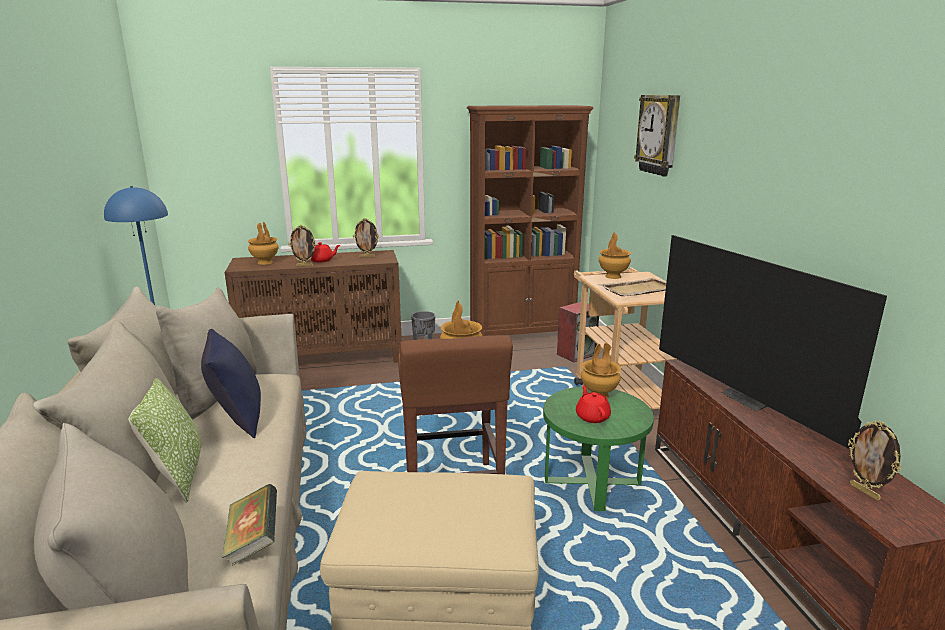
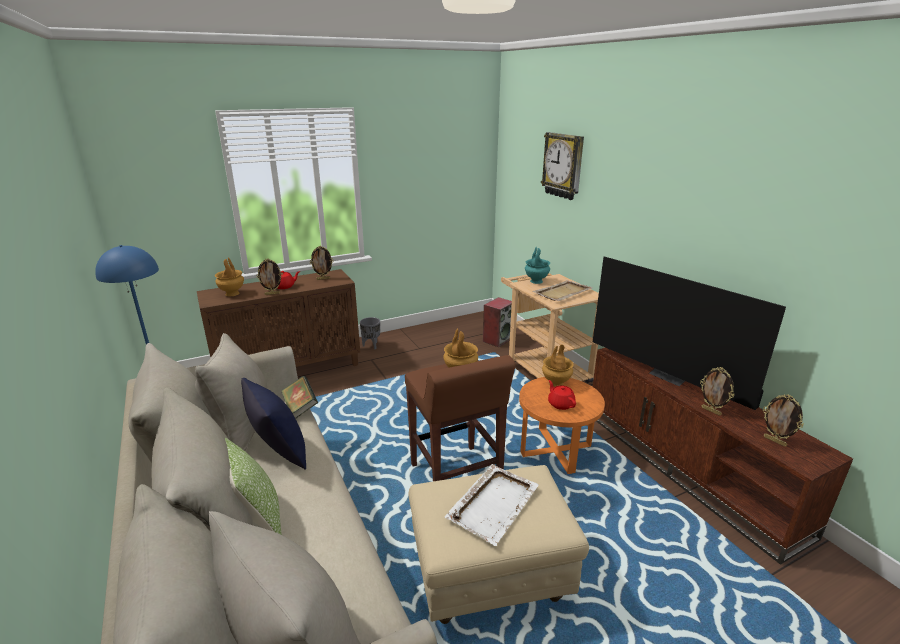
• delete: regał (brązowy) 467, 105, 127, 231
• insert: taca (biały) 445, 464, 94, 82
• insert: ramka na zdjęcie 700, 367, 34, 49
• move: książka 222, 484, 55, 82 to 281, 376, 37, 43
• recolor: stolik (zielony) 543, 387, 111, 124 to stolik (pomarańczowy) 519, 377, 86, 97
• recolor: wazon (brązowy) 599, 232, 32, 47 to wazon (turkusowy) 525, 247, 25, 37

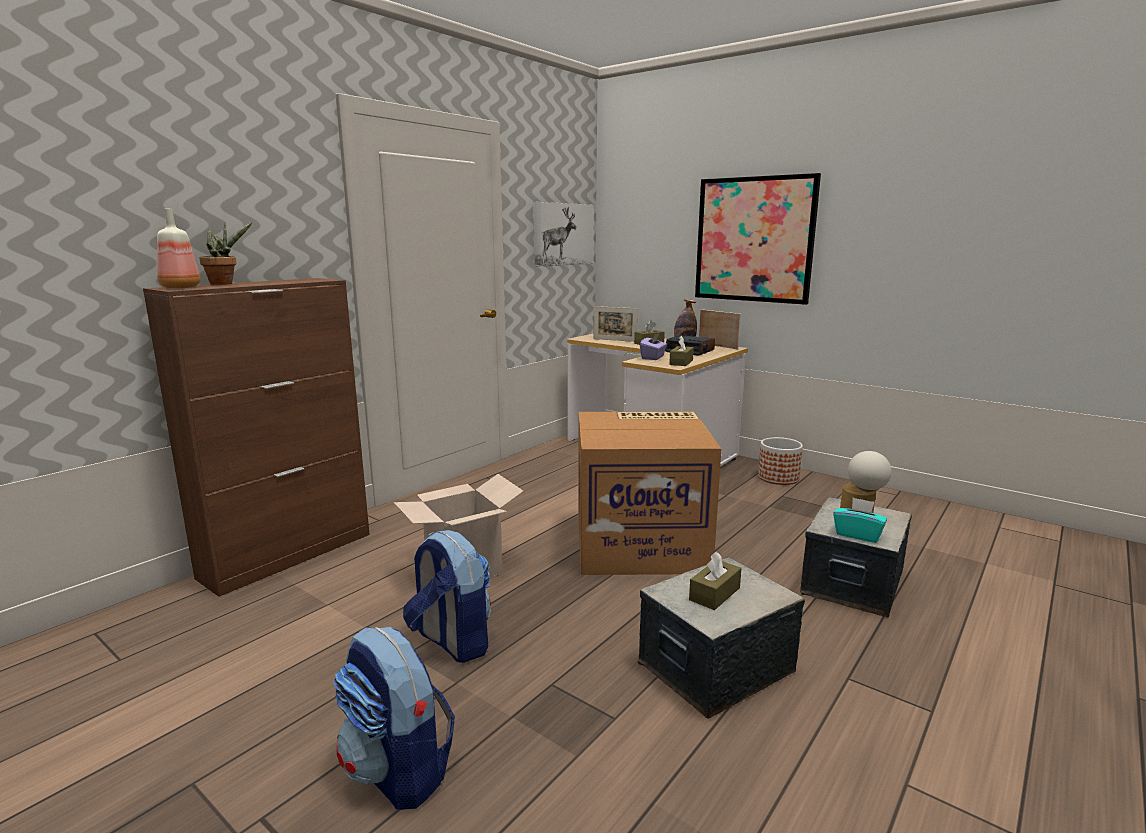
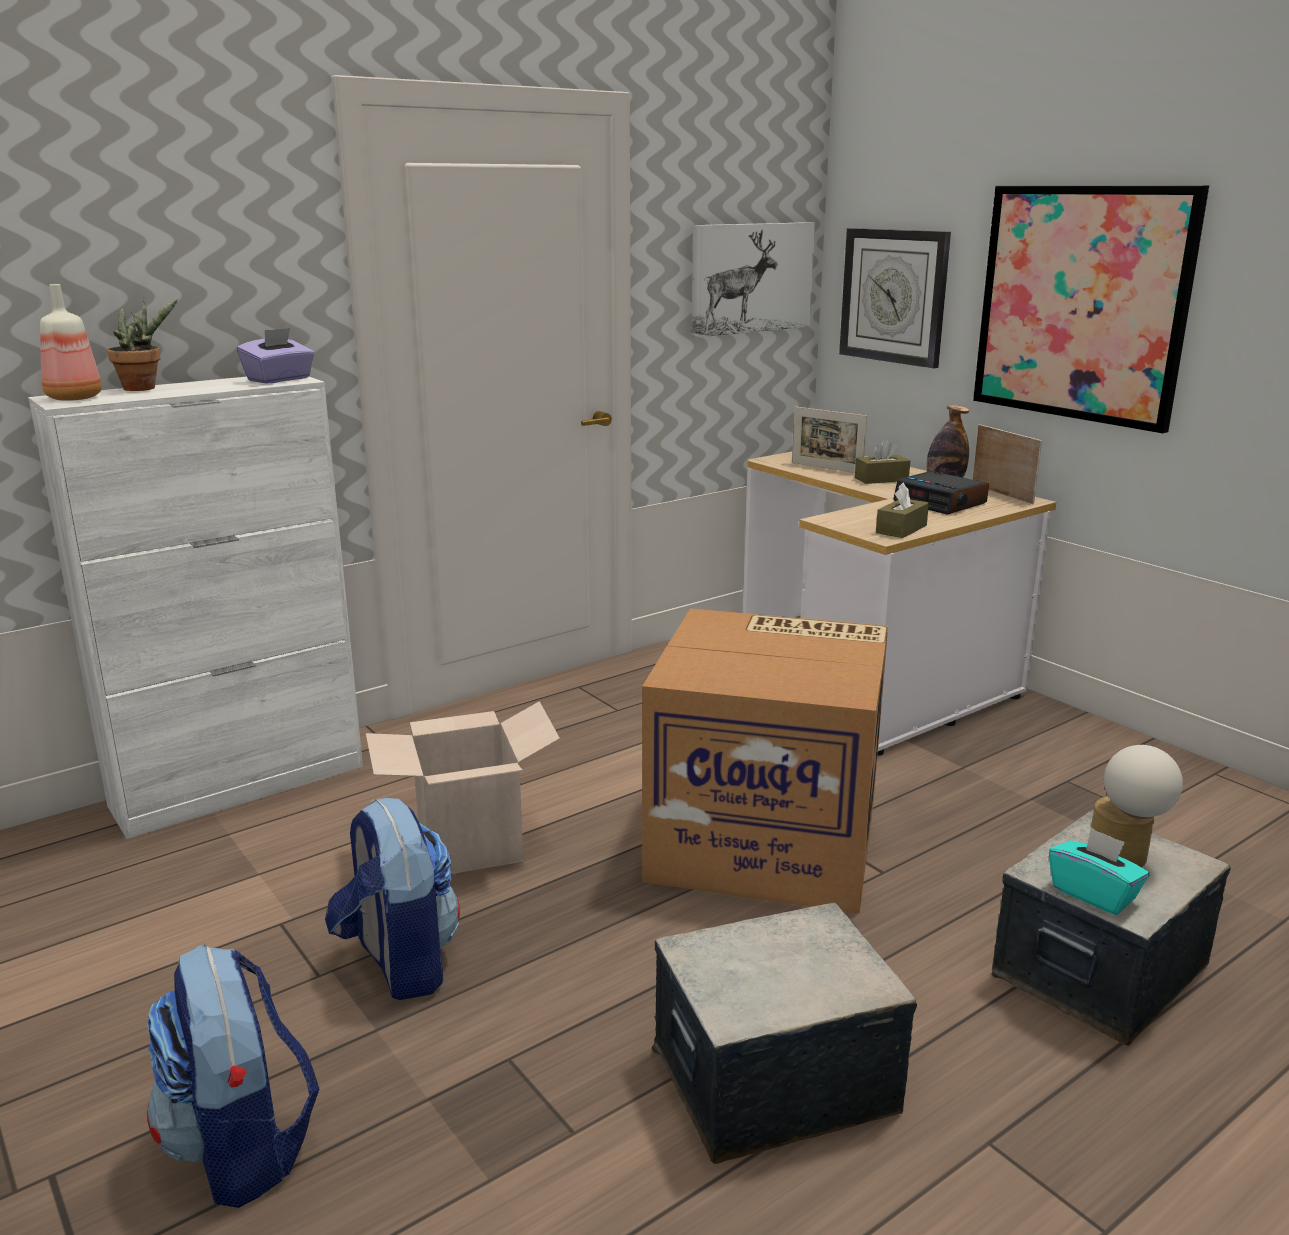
• delete: pudełko chusteczek (brązowy) 689, 552, 53, 58
• delete: donica 758, 437, 45, 48
• insert: zegar ścienny 839, 228, 112, 140
• move: pudełko chusteczek (fioletowy) 640, 333, 27, 27 to 237, 328, 78, 55
• recolor: szafka (brązowy) 143, 278, 227, 319 to szafka (biały) 28, 377, 335, 462

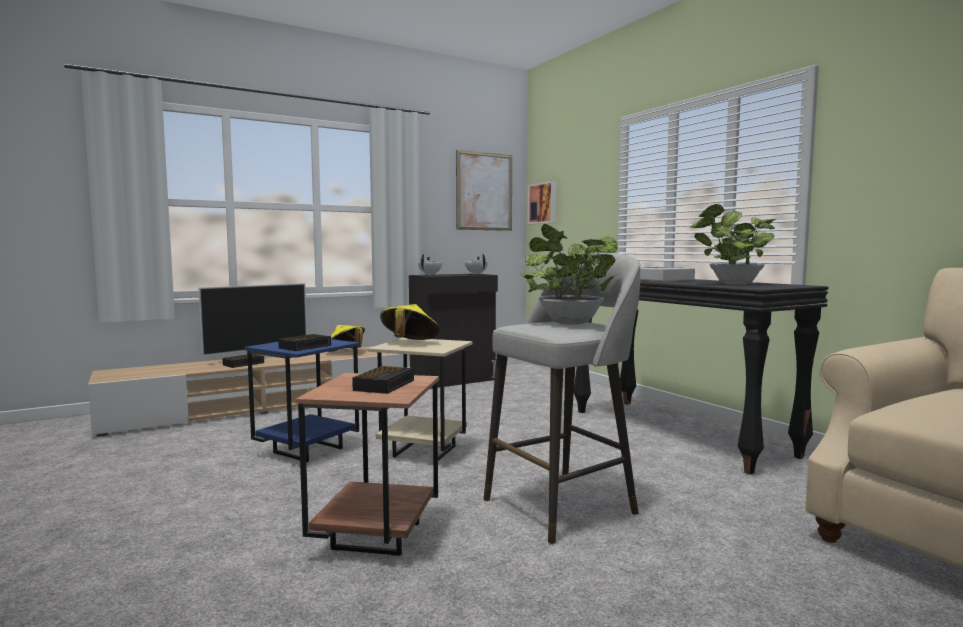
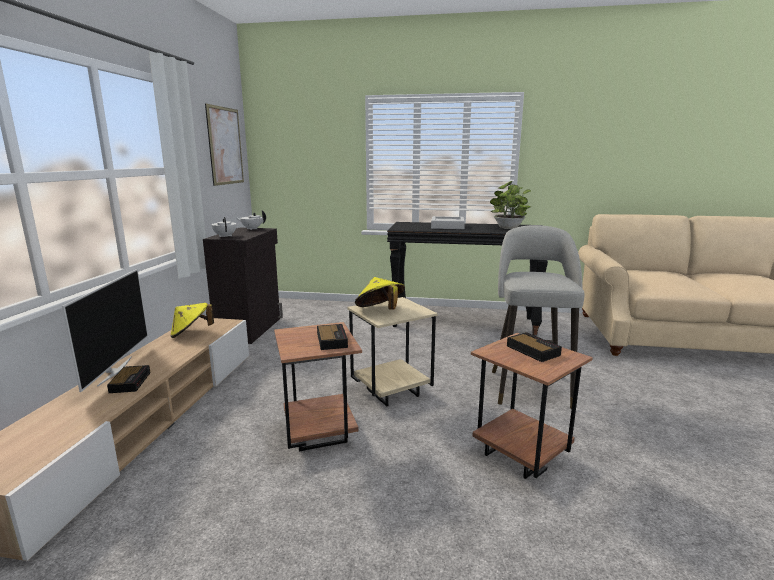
• delete: roślina doniczkowa 519, 224, 101, 101
• delete: obraz 528, 181, 28, 43
• recolor: stolik (niebieski) 245, 339, 114, 123 to stolik (brązowy) 274, 322, 88, 129

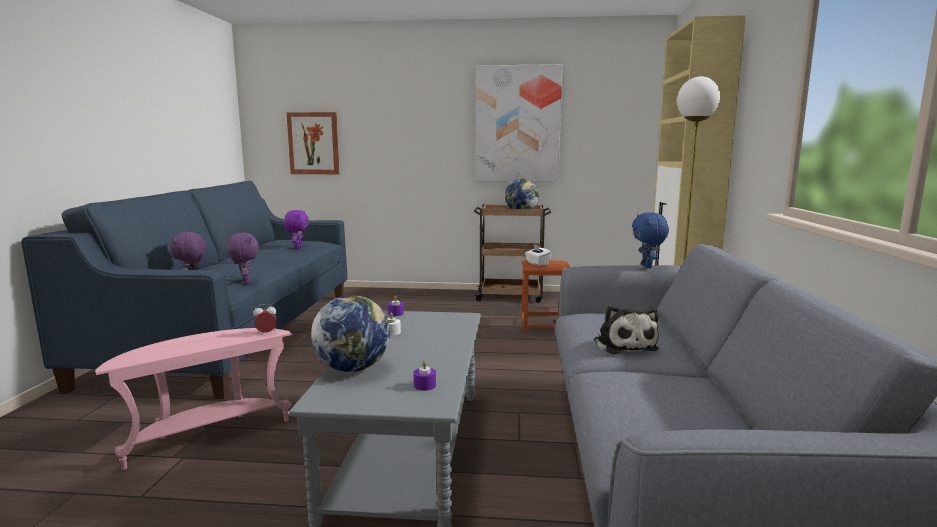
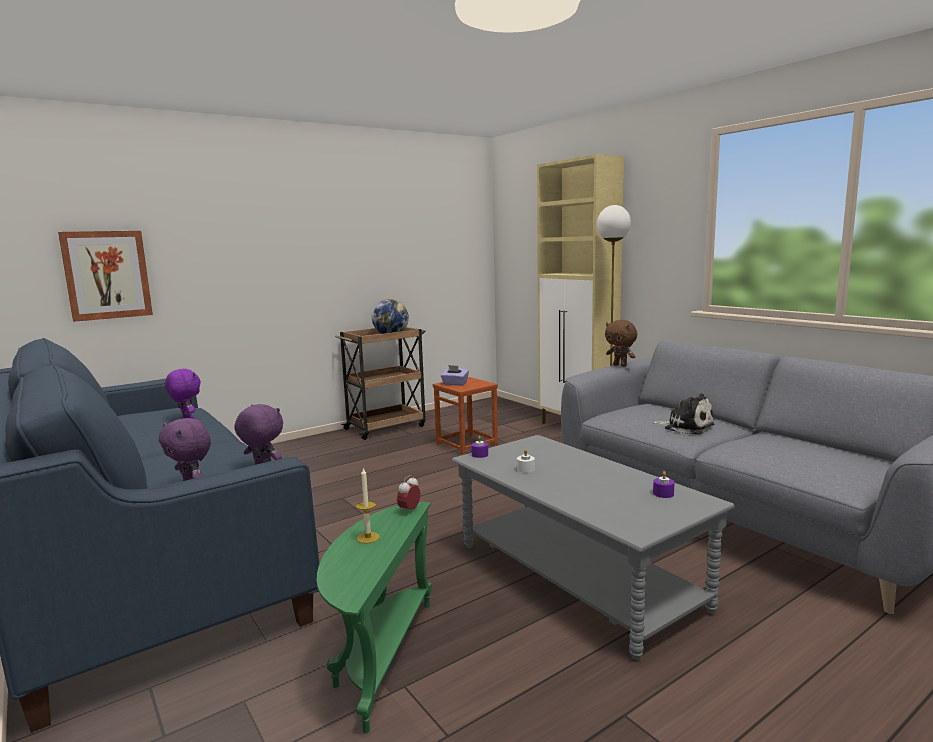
• delete: globus 311, 295, 79, 77
• delete: obraz 476, 64, 86, 118
• insert: świeca 356, 467, 24, 76
• recolor: stolik (różowy) 95, 328, 197, 142 to stolik (zielony) 317, 502, 115, 232
• recolor: pudełko chusteczek (biały) 525, 244, 26, 22 to pudełko chusteczek (fioletowy) 440, 365, 29, 21
• recolor: pluszak (niebieski) 632, 212, 37, 56 to pluszak (brązowy) 605, 320, 32, 47

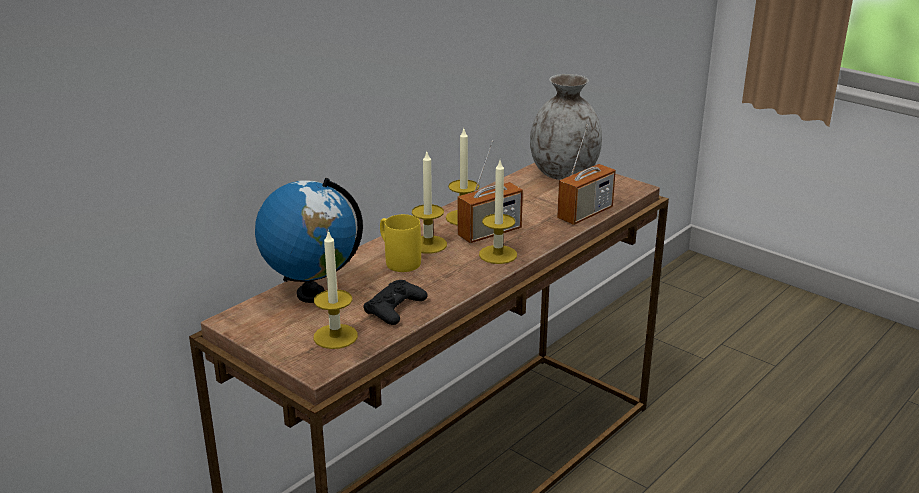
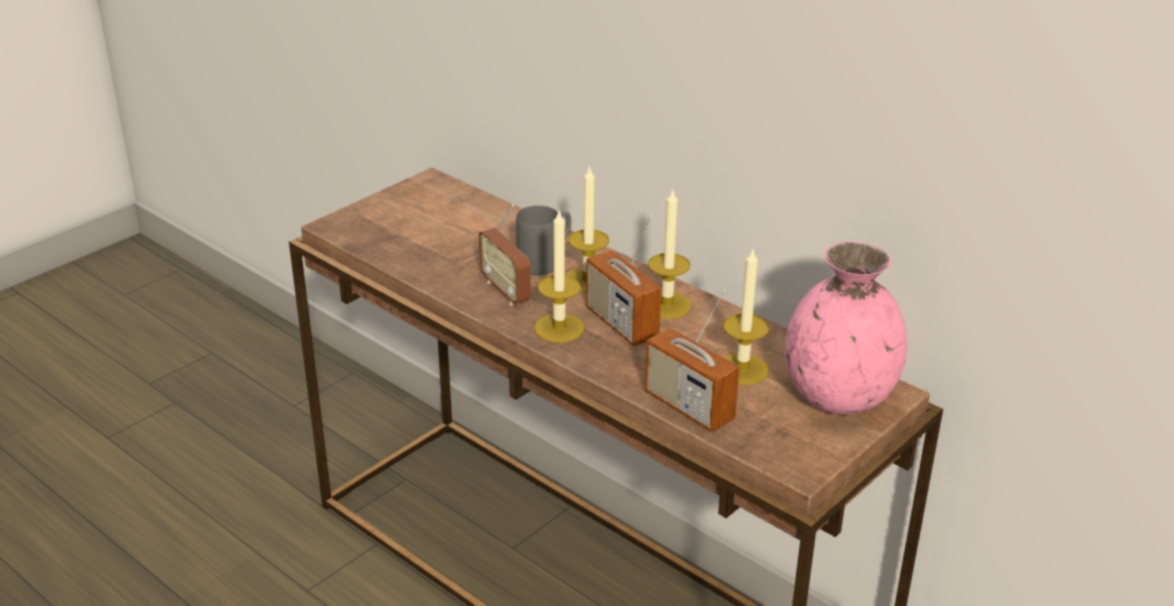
• delete: globus 255, 178, 108, 125
• delete: pad do gier (czarny) 363, 280, 65, 45
• insert: radio 479, 204, 52, 101
• move: świeca 314, 230, 44, 119 to 723, 247, 46, 138
• recolor: kubek (żółty) 380, 214, 41, 58 to kubek (szary) 516, 205, 55, 70
• recolor: wazon (szary) 530, 74, 72, 106 to wazon (różowy) 785, 241, 122, 173

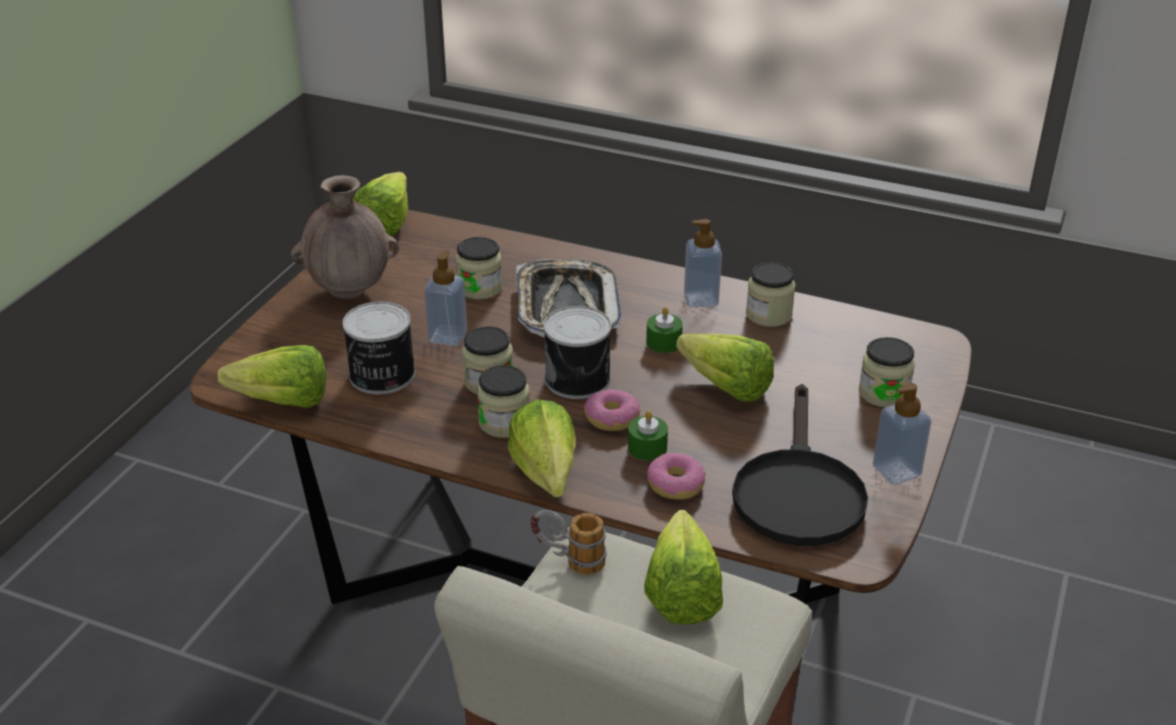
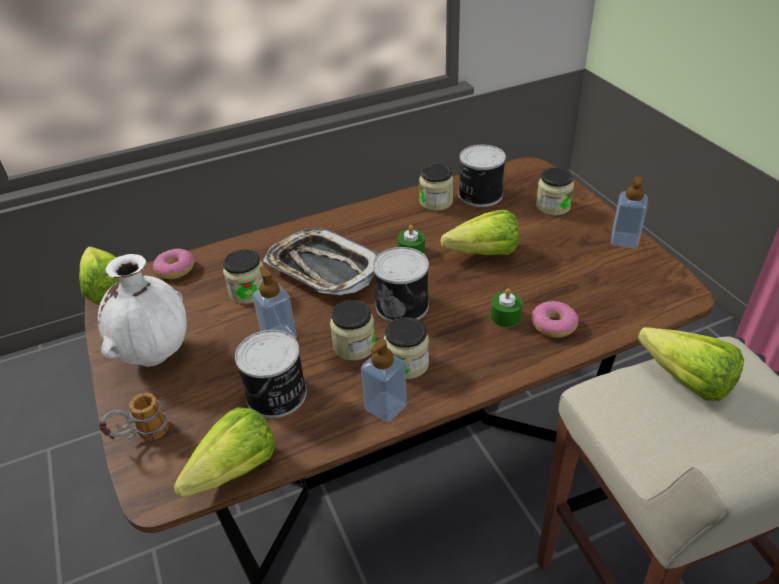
• delete: sałata 508, 399, 68, 98
• delete: patelnia (czarny) 732, 384, 136, 162
• insert: puszka 459, 145, 47, 62
• move: kubek 531, 510, 76, 65 to 99, 393, 70, 48
• move: donut 584, 389, 56, 42 to 153, 248, 41, 31
• move: dozownik mydła 684, 219, 38, 88 to 361, 339, 46, 84
• recolor: wazon (brązowy) 291, 175, 108, 124 to wazon (biały) 98, 254, 89, 113

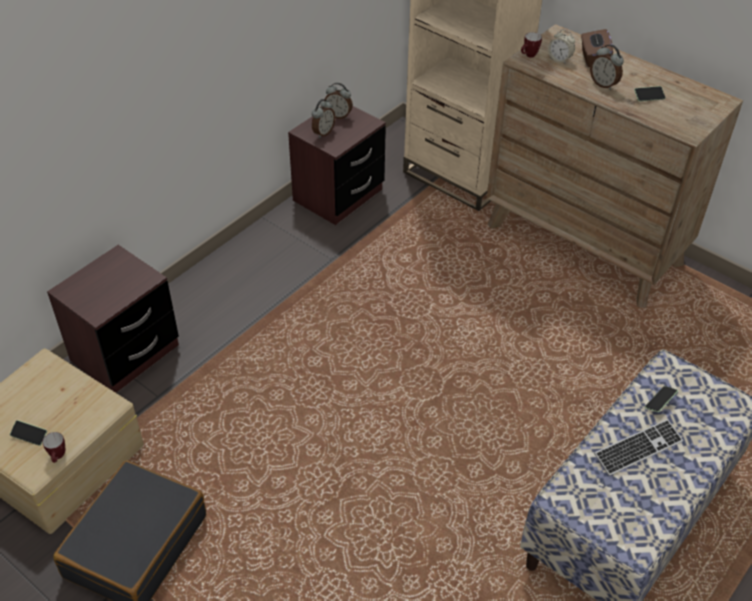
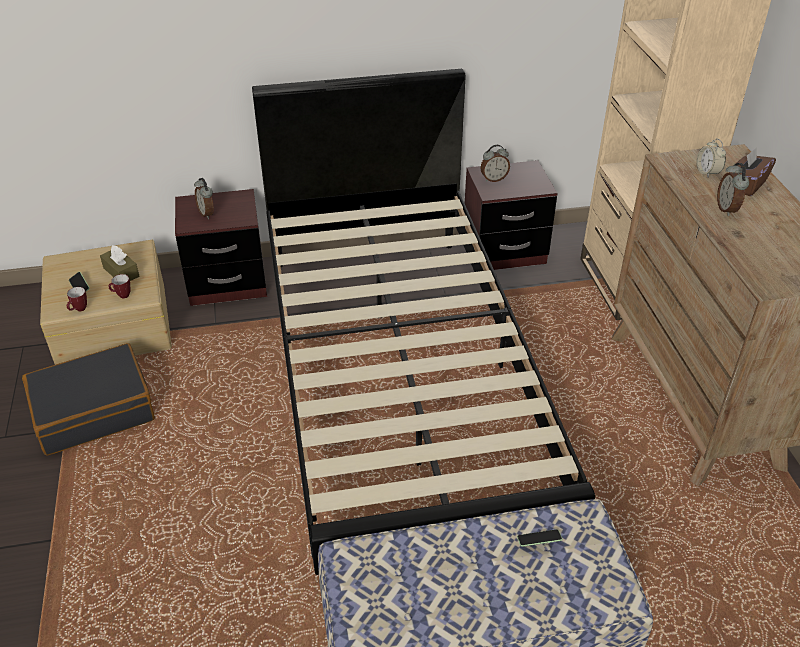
• delete: klawiatura 594, 419, 89, 57
• delete: telefon 634, 86, 32, 16
• insert: pudełko chusteczek (brązowy) 100, 245, 39, 36
• insert: łóżko (czarny) 252, 69, 343, 506
• move: budzik 324, 83, 29, 36 to 194, 178, 20, 41
• move: kubek 521, 32, 21, 26 to 108, 274, 22, 25

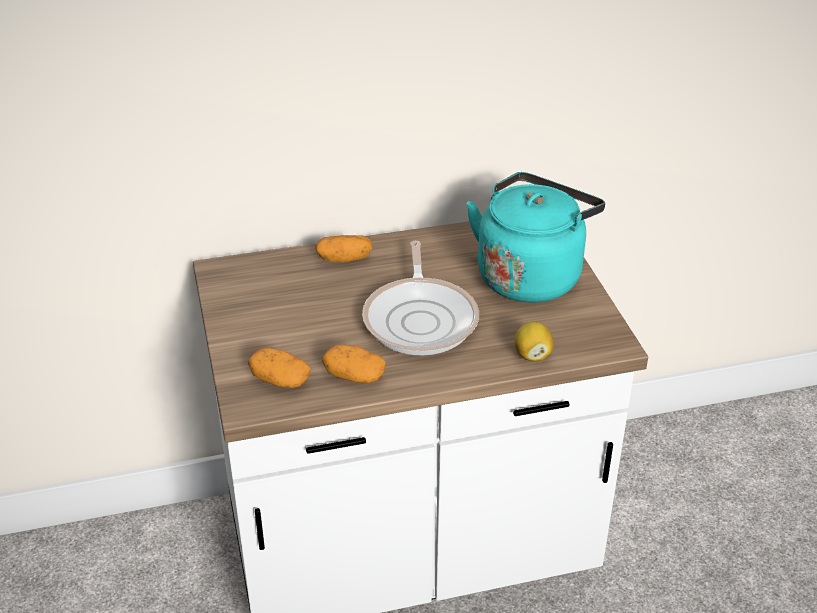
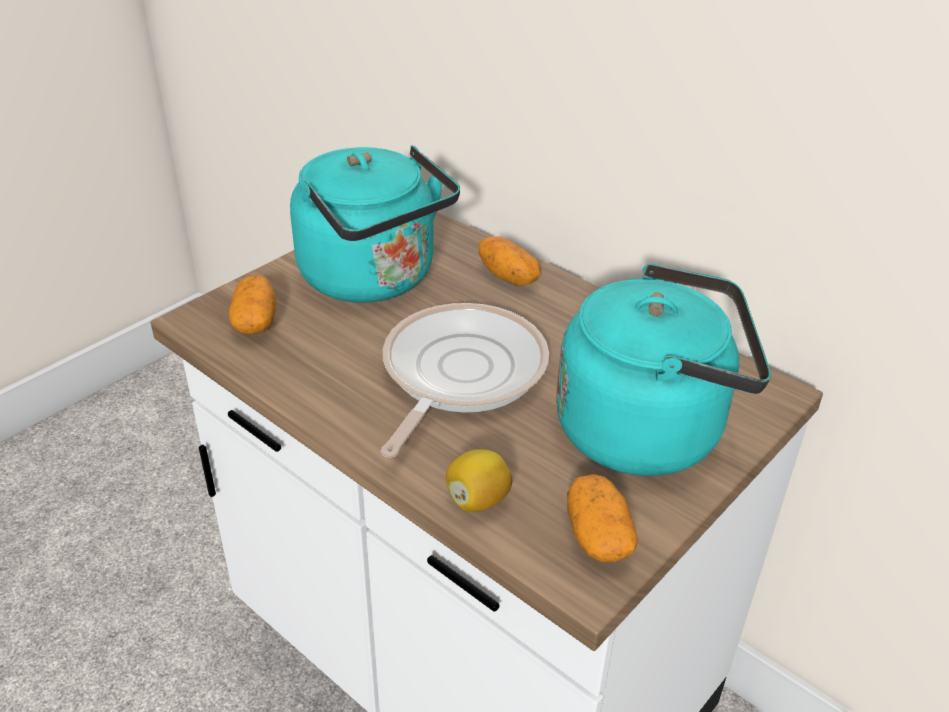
• insert: czajnik (turkusowy) 290, 145, 170, 158
• move: ziemniak 322, 344, 64, 39 to 567, 474, 71, 88
• rotate: patelnia 362, 241, 117, 114 = 381, 303, 168, 155 150 degrees clockwise

